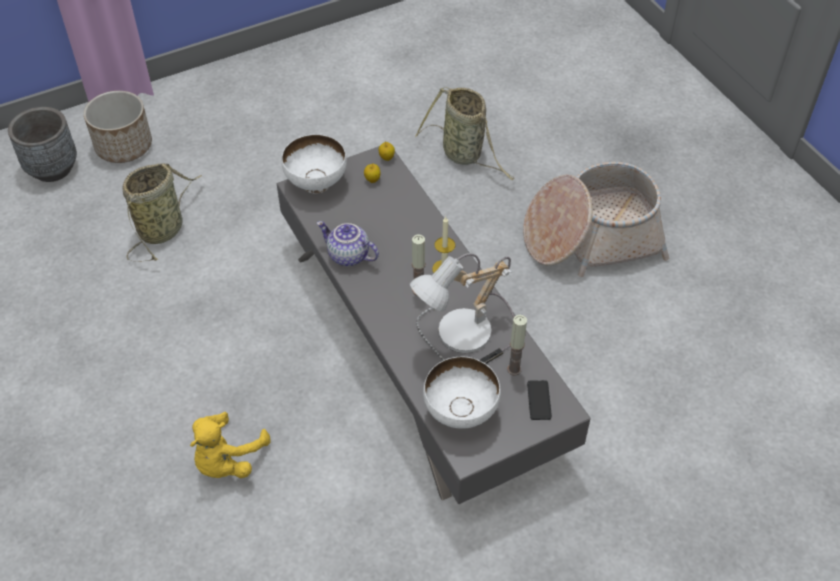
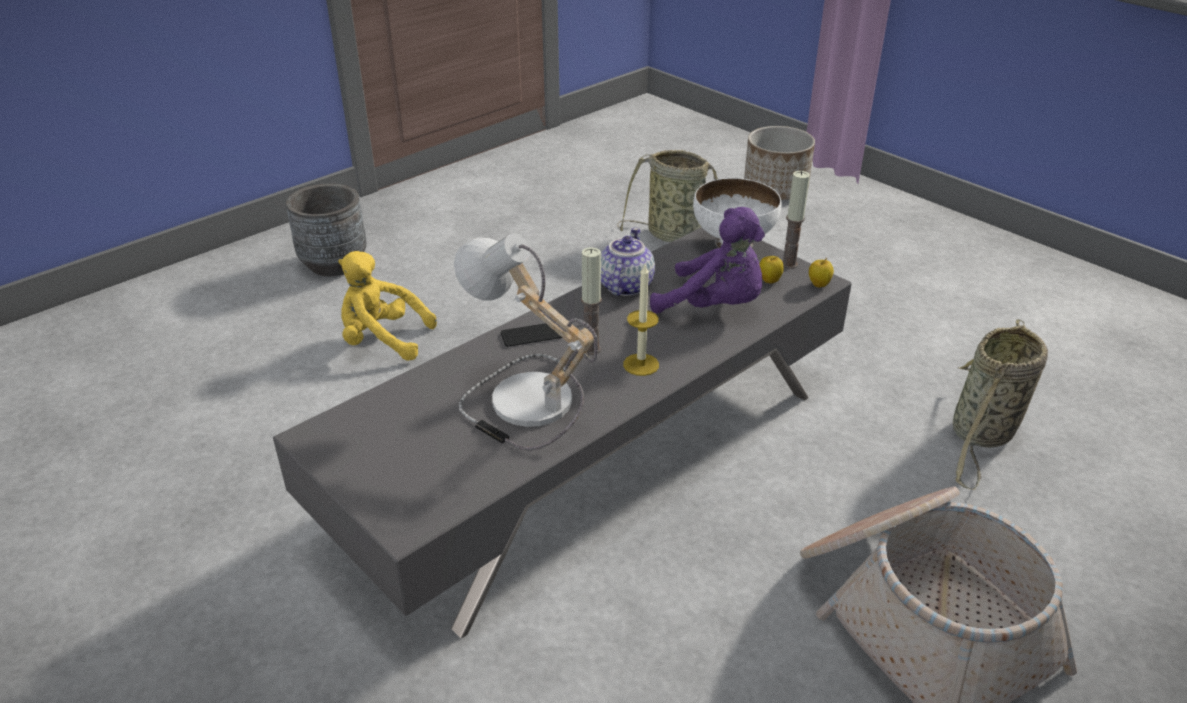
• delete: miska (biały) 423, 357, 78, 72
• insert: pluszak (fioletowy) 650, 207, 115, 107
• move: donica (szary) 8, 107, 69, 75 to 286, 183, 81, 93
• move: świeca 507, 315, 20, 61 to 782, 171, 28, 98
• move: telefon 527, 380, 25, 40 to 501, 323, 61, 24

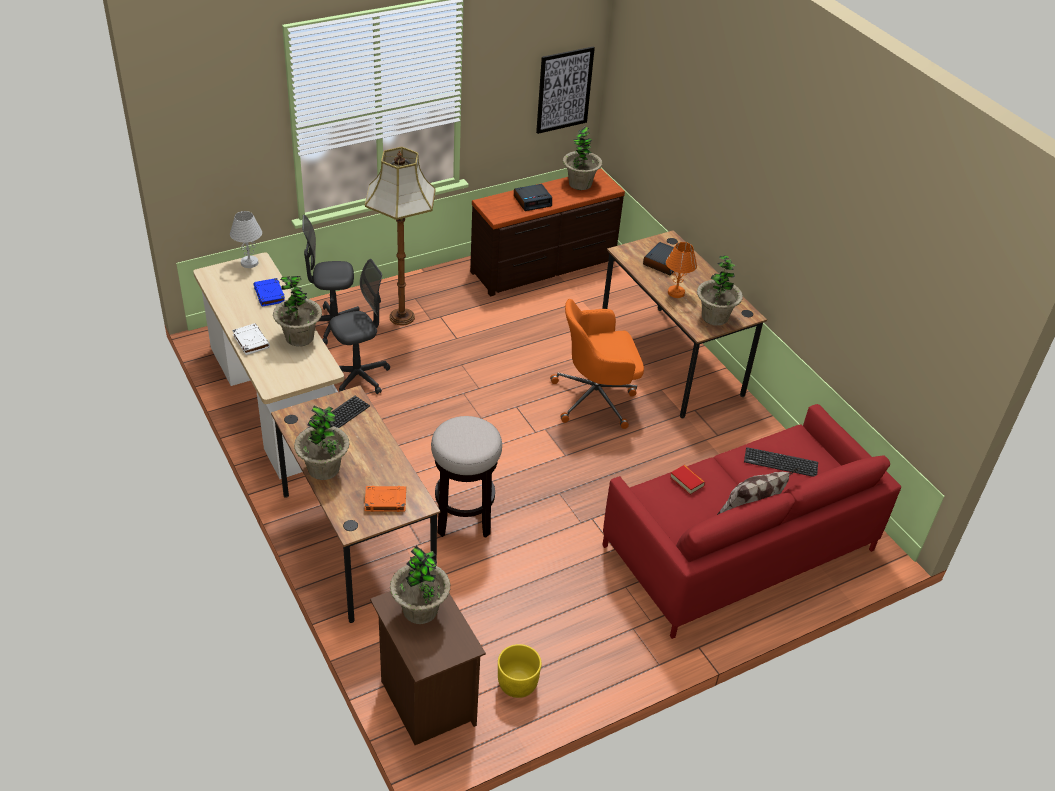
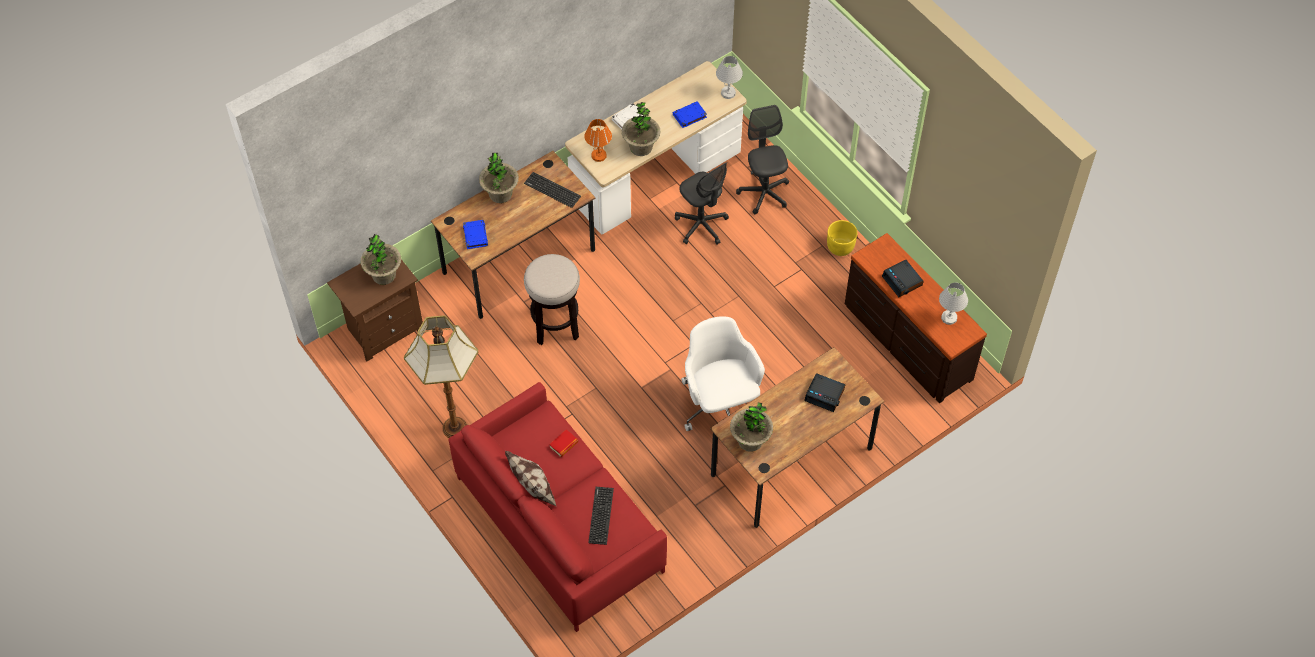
• delete: obraz 536, 47, 59, 87
• move: lampa stojąca 365, 147, 71, 178 to 404, 315, 74, 123
• move: donica (żółty) 498, 644, 43, 54 to 827, 220, 31, 36
• move: lampa stołowa (pomarańczowy) 666, 242, 31, 56 to 584, 119, 28, 43
• replace: roślina doniczkowa 563, 127, 39, 63 to lampa stołowa (biały) 939, 282, 29, 43
• recolor: książka (pomarańczowy) 364, 486, 42, 26 to książka (niebieski) 463, 220, 25, 29
• recolor: krzesło biurowe (pomarańczowy) 550, 299, 94, 130 to krzesło biurowe (biały) 681, 316, 84, 115

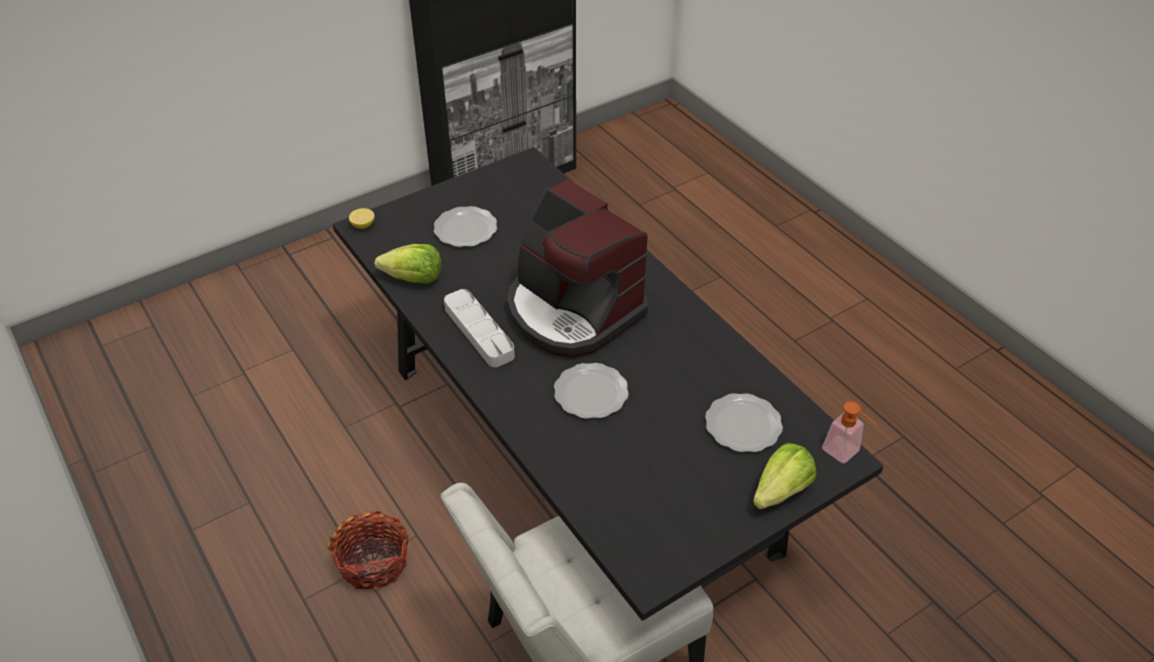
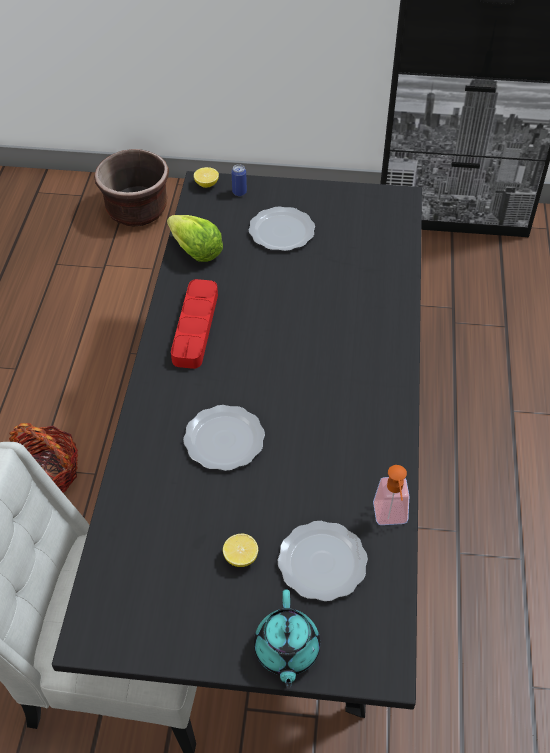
• delete: ekspres do kawy 507, 179, 142, 179
• insert: donica (brązowy) 94, 149, 75, 78
• insert: cytryna 223, 534, 35, 33
• insert: puszka 231, 164, 16, 32
• move: dozownik mydła 822, 401, 54, 63 to 373, 465, 36, 60
• replace: sałata 753, 443, 63, 66 to imbryk (turkusowy) 254, 589, 66, 100
• recolor: taca (szary) 444, 289, 71, 78 to taca (czerwony) 171, 279, 47, 90

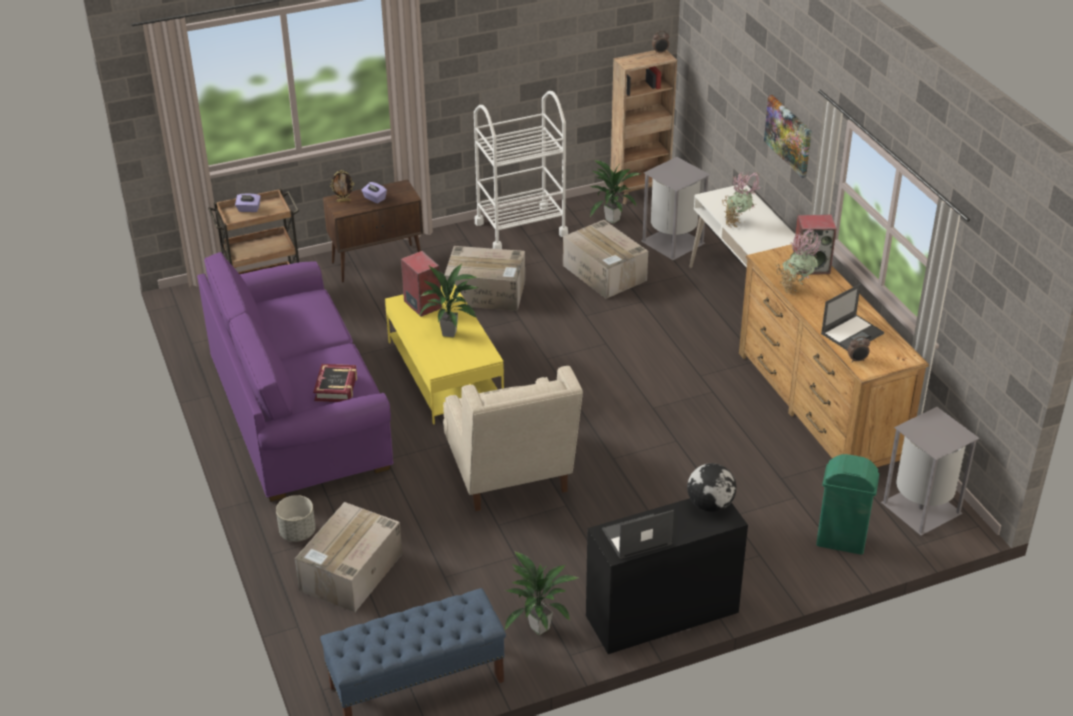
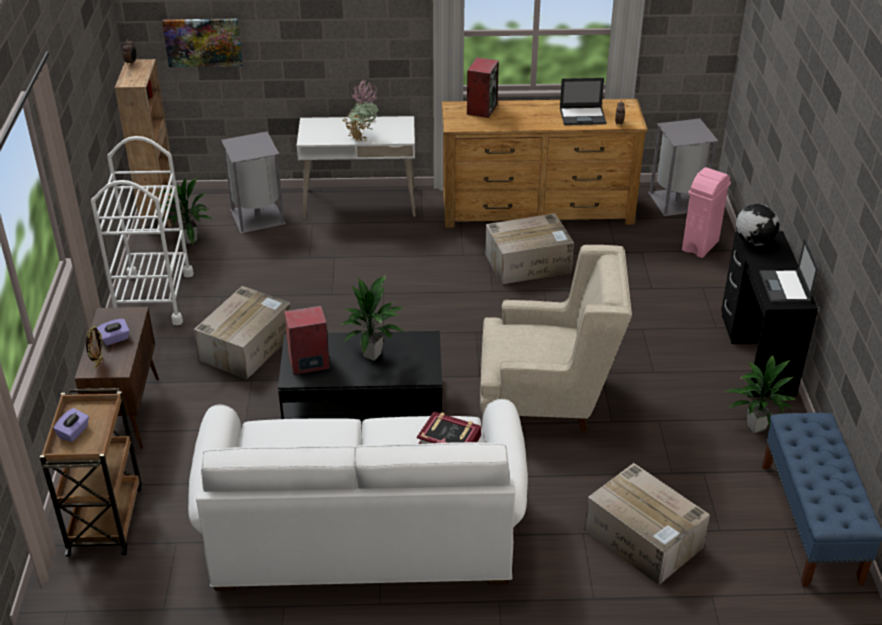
• delete: donica (szary) 276, 495, 40, 47
• delete: roślina doniczkowa 776, 229, 45, 66
• move: karton 563, 220, 85, 79 to 485, 213, 89, 72
• move: obraz 764, 95, 48, 83 to 162, 19, 81, 48
• recolor: kanapa (fioletowy) 197, 252, 196, 250 to kanapa (biały) 188, 399, 340, 192
• recolor: ława (żółty) 385, 285, 119, 139 to ława (czarny) 278, 331, 164, 93
• recolor: kosz na śmieci (zielony) 816, 454, 64, 101 to kosz na śmieci (różowy) 682, 167, 49, 91
• rotate: laptop 821, 284, 63, 66 = 560, 78, 47, 47 105 degrees clockwise

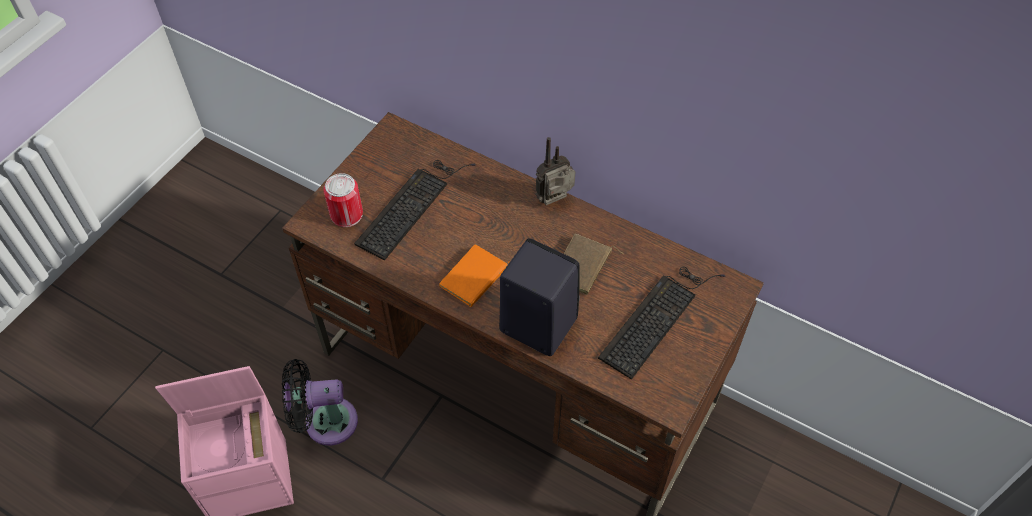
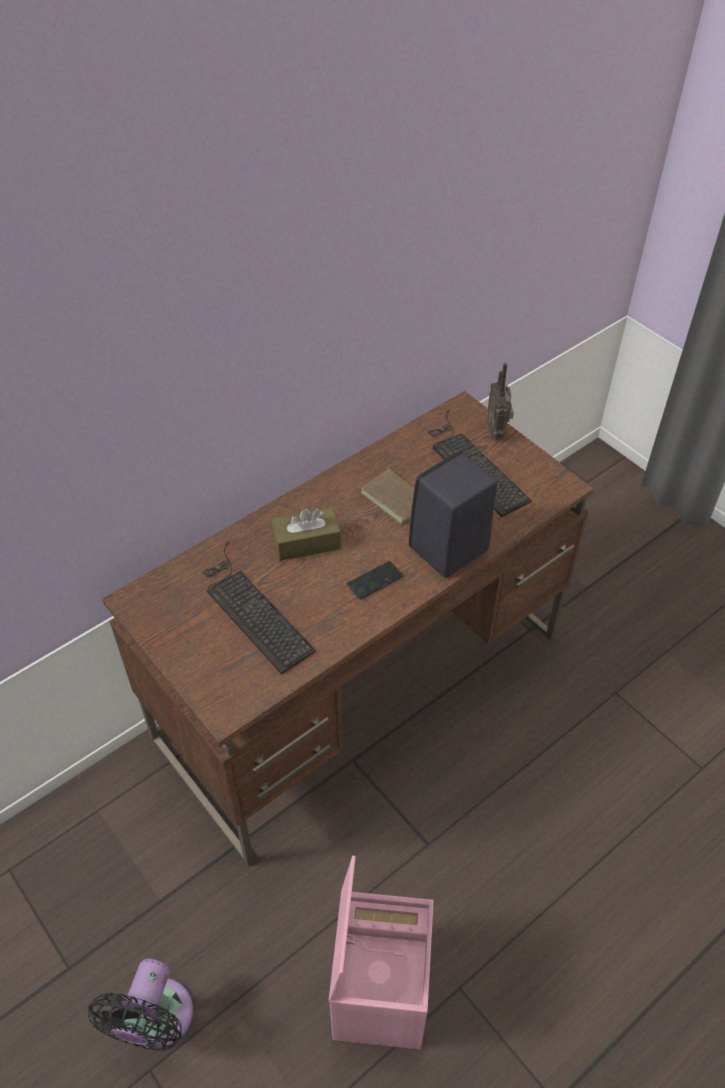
• delete: puszka 324, 173, 39, 54
• insert: pudełko chusteczek (brązowy) 271, 507, 70, 54
• move: wentylator (czarny) 282, 359, 76, 87 to 88, 958, 105, 93
• move: radio 535, 137, 40, 68 to 487, 363, 27, 75
• replace: książka (pomarańczowy) 439, 244, 71, 63 to telefon 347, 561, 56, 39

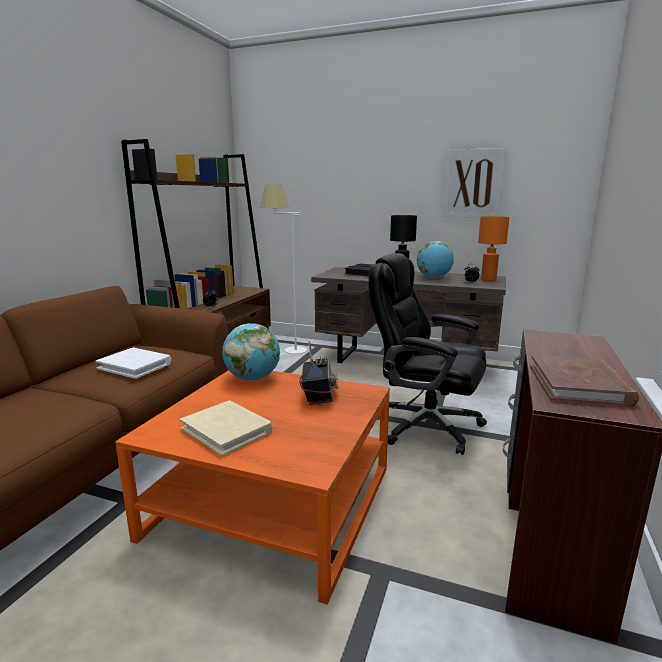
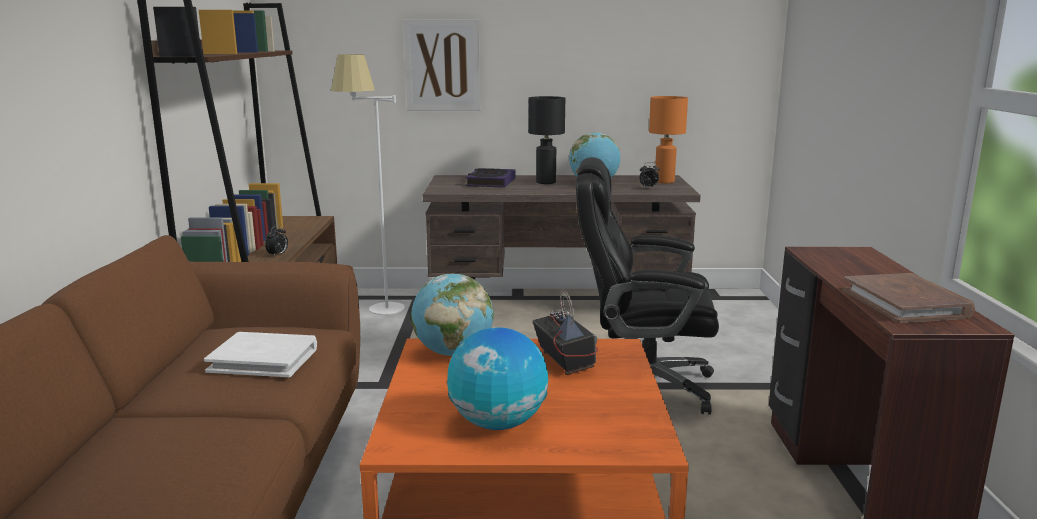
• move: obraz 443, 148, 62, 70 to 404, 19, 76, 92
• replace: książka (beżowy) 180, 401, 93, 55 to globus 447, 327, 101, 103

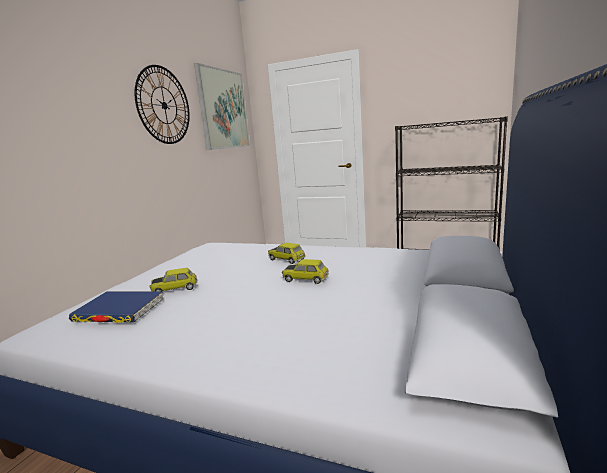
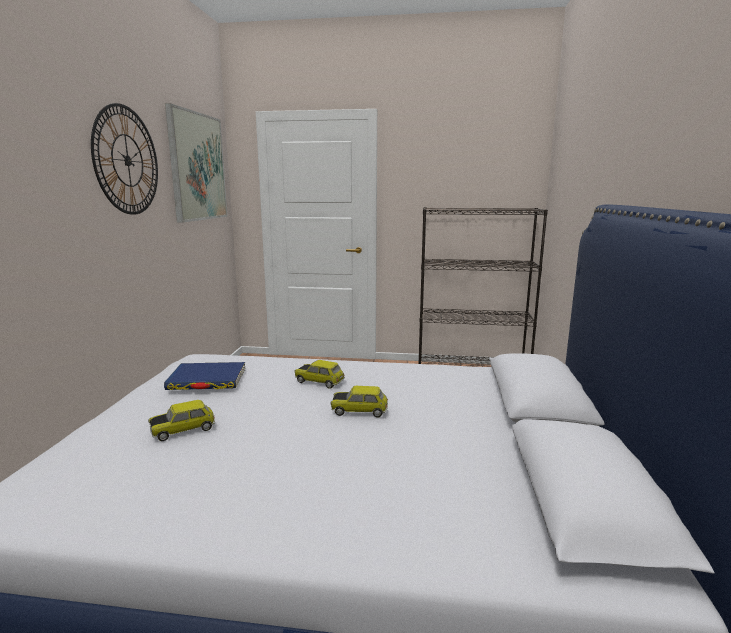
• move: książka (niebieski) 69, 292, 94, 31 to 164, 362, 81, 28

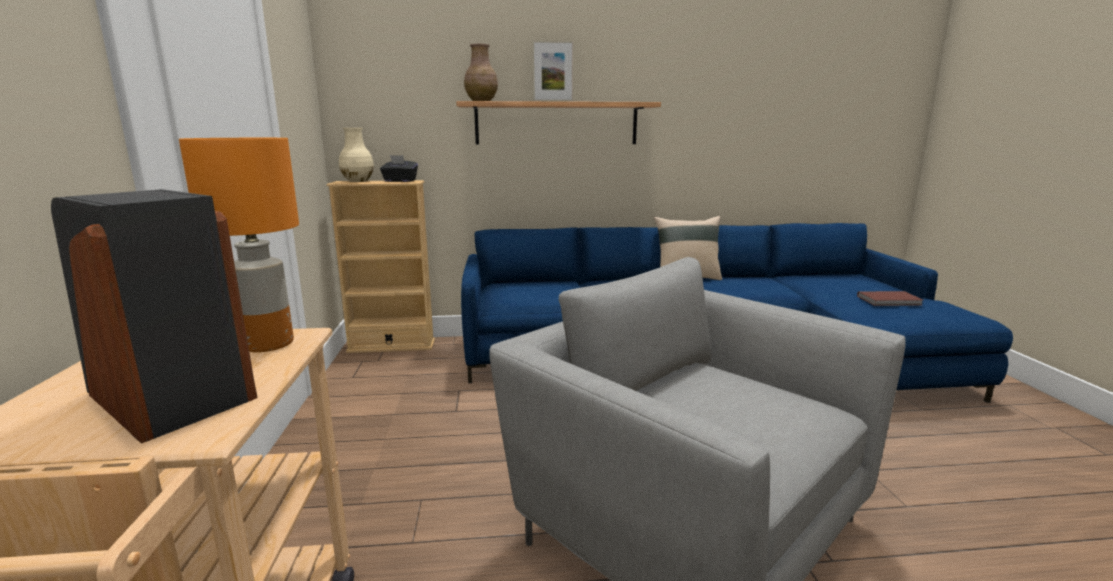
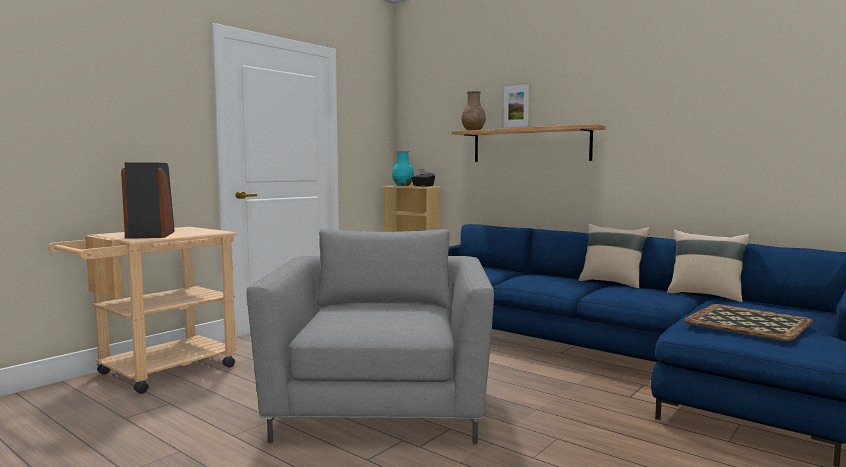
• delete: lampa stołowa (pomarańczowy) 179, 138, 120, 214
• insert: poduszka (beżowy) 667, 230, 84, 72
• replace: książka (brązowy) 857, 291, 66, 15 to taca 684, 304, 129, 37
• recolor: wazon (beżowy) 339, 128, 35, 54 to wazon (turkusowy) 392, 151, 22, 35

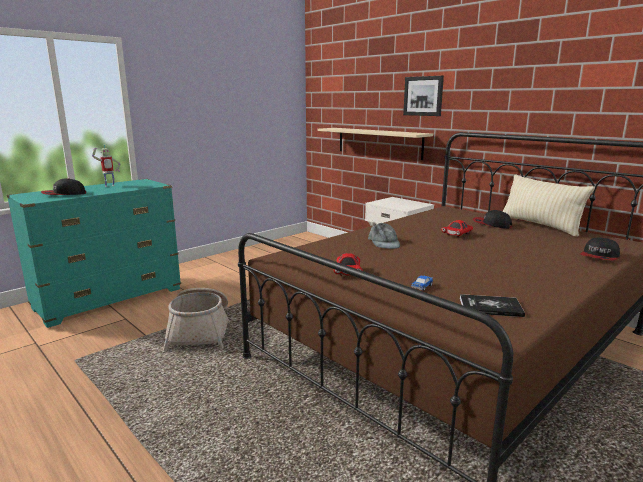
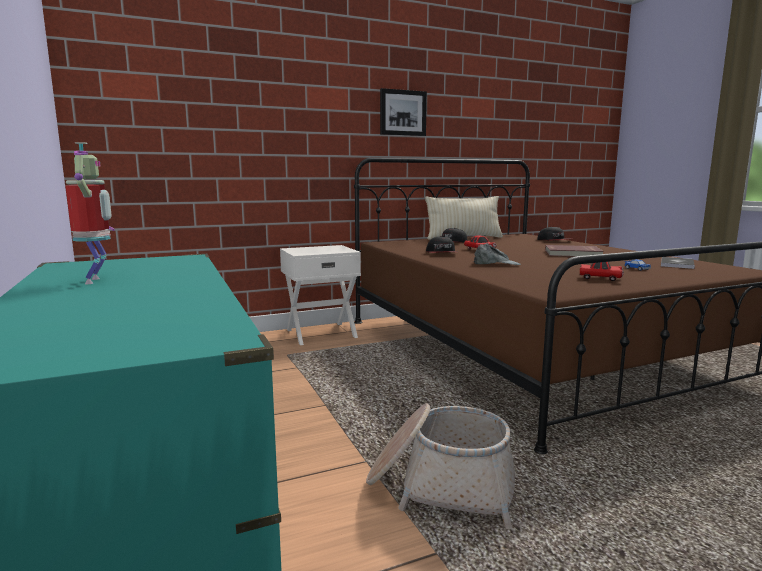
• delete: półka (beżowy) 317, 128, 116, 32
• insert: książka (czerwony) 545, 245, 59, 12
• move: czapka z daszkiem 41, 178, 45, 17 to 426, 236, 31, 17
• move: obraz 403, 76, 41, 40 to 380, 88, 47, 48

